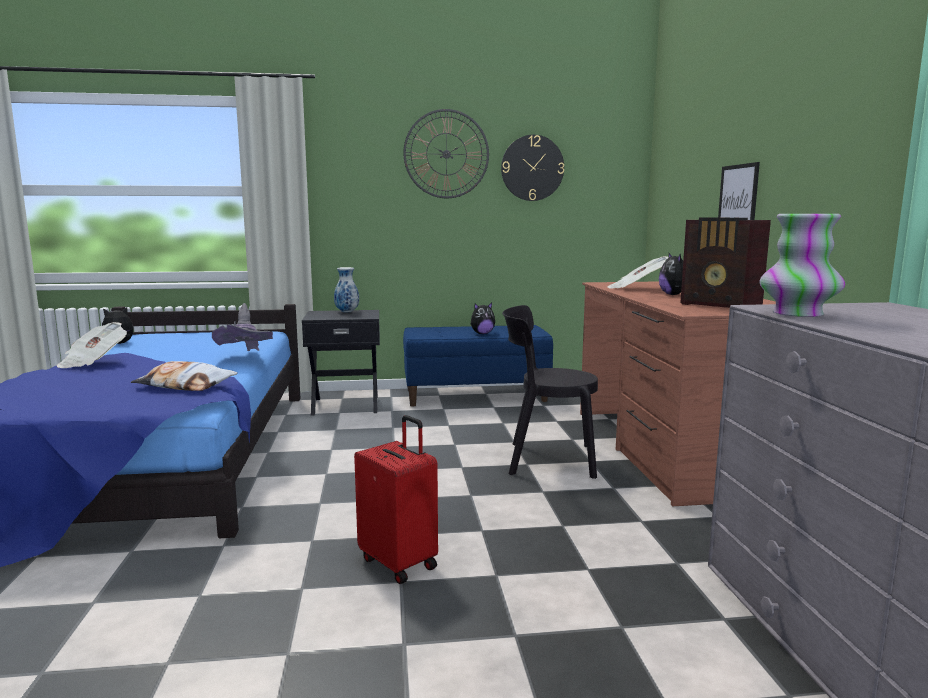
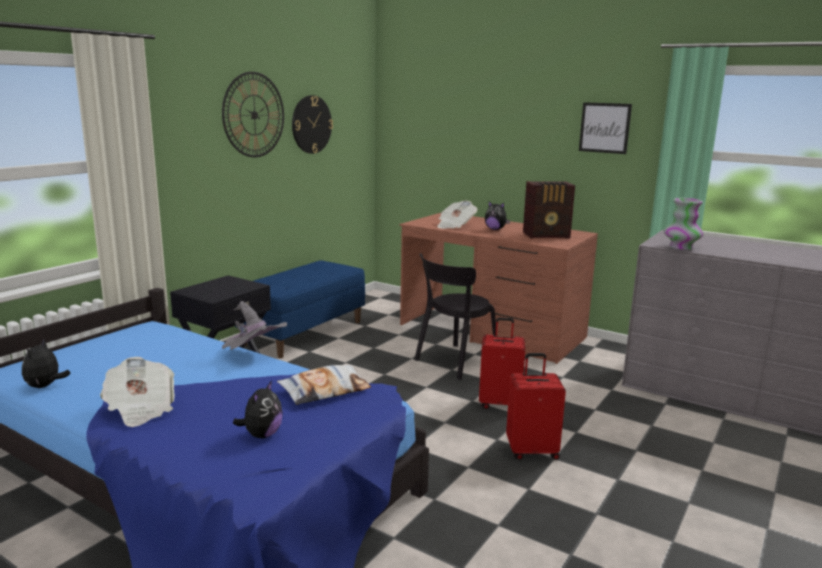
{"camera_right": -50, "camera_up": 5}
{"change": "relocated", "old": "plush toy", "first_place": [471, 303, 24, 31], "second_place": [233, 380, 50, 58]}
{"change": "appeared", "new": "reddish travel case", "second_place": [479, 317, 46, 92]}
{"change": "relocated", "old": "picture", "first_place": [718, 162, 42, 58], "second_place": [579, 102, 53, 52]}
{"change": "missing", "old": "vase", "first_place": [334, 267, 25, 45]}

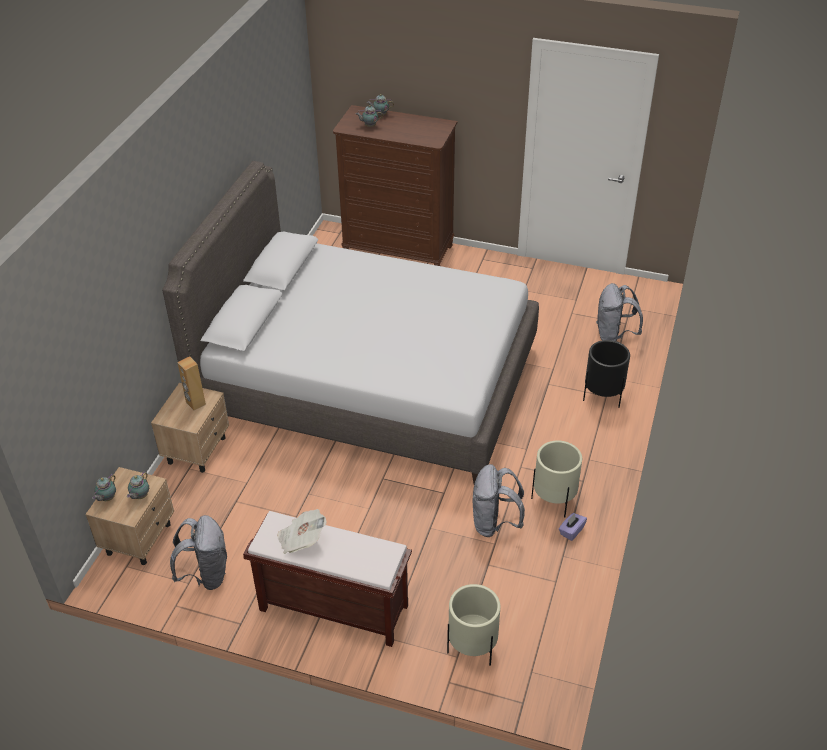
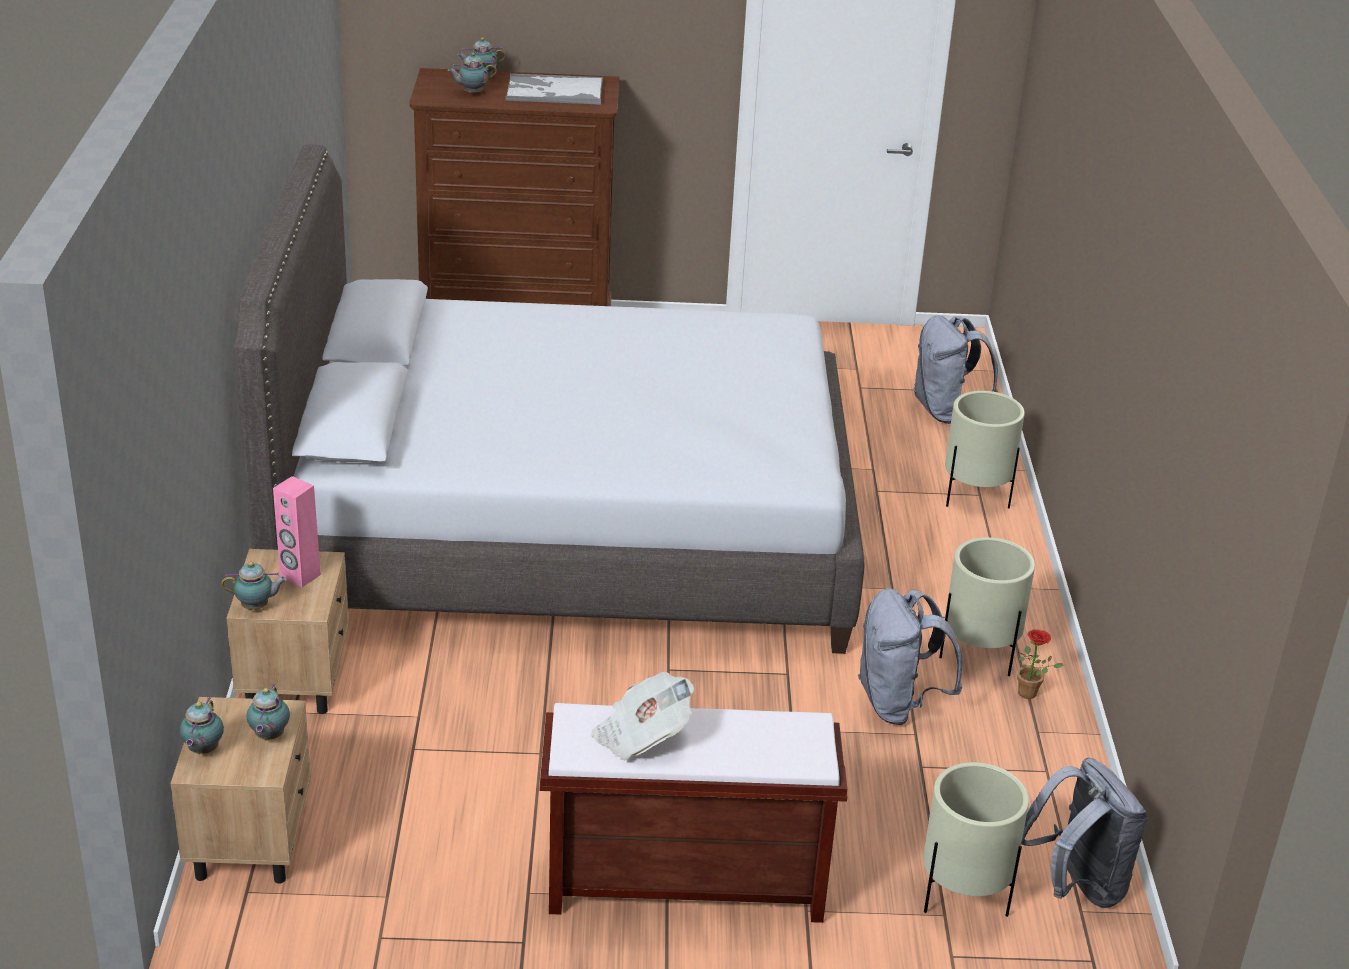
{"camera_right": -20, "camera_up": -10}
{"change": "appeared", "new": "tea pot", "second_place": [221, 562, 66, 48]}
{"change": "colour", "old": "brown-coloured loudspeaker", "new": "pinkish loudspeaker", "first_place": [177, 356, 29, 54], "second_place": [273, 476, 48, 111]}
{"change": "appeared", "new": "tray", "second_place": [505, 74, 98, 31]}
{"change": "colour", "old": "blackish flower pot", "new": "sand-coloured flower pot", "first_place": [583, 340, 47, 68], "second_place": [945, 391, 80, 117]}
{"change": "exchanged", "old": "purple tissue holder", "new": "potted plant", "first_place": [559, 513, 28, 28], "second_place": [1017, 629, 47, 70]}
{"change": "relocated", "old": "greyish rucksack", "first_place": [170, 515, 57, 75], "second_place": [1021, 757, 127, 151]}

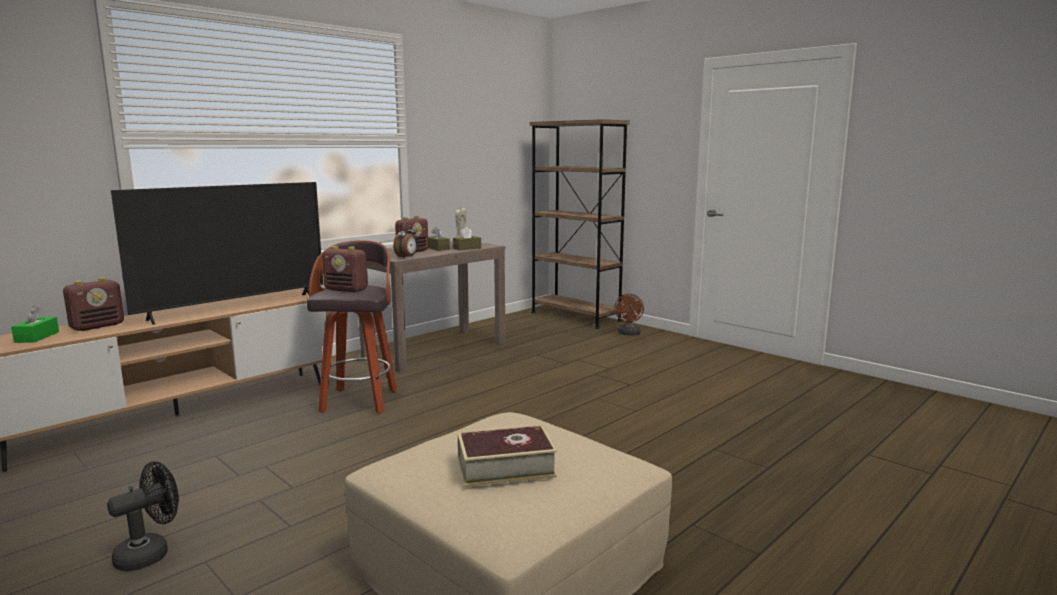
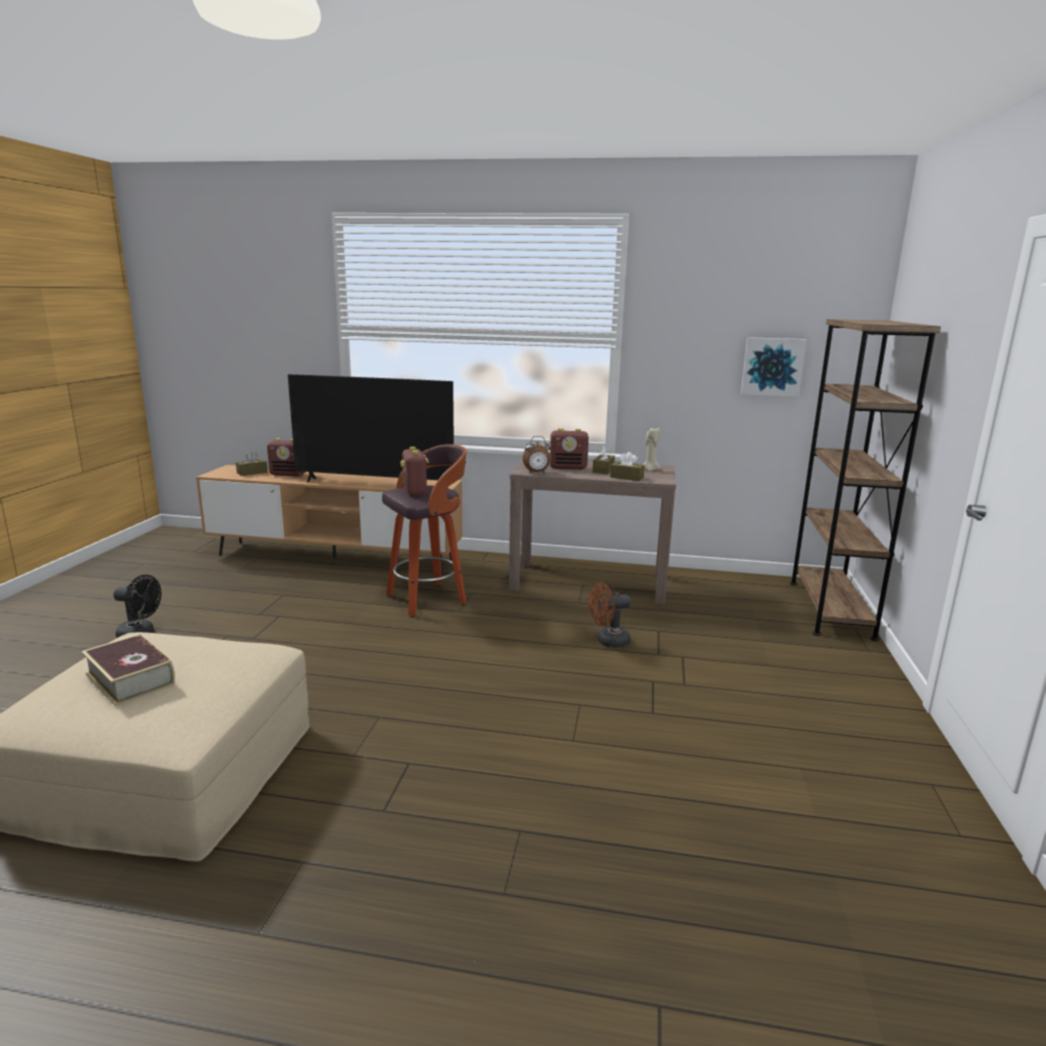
{"camera_right": 55, "camera_up": 5}
{"change": "colour", "old": "green tissue holder", "new": "brown-coloured tissue holder", "first_place": [11, 306, 48, 37], "second_place": [236, 451, 32, 25]}
{"change": "relocated", "old": "brown-coloured electric fan", "first_place": [614, 294, 30, 42], "second_place": [588, 582, 43, 66]}
{"change": "appeared", "new": "picture", "second_place": [741, 337, 66, 60]}

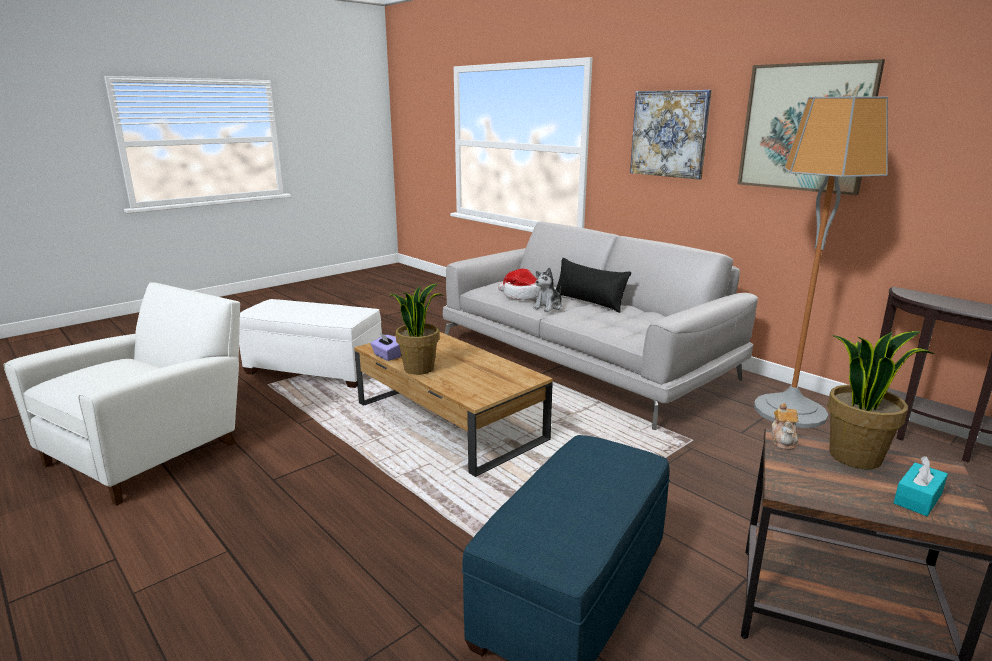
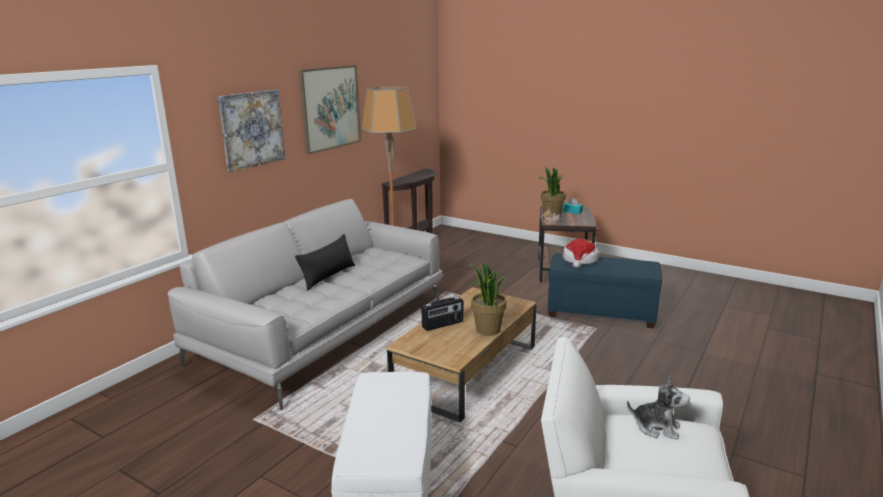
{"camera_right": -105, "camera_up": 0}
{"change": "appeared", "new": "radio", "second_place": [421, 296, 43, 35]}
{"change": "relocated", "old": "wearable hat", "first_place": [498, 269, 43, 31], "second_place": [563, 238, 36, 30]}
{"change": "relocated", "old": "plush toy", "first_place": [533, 268, 29, 44], "second_place": [627, 376, 63, 64]}
{"change": "missing", "old": "purple tissue holder", "first_place": [370, 333, 31, 28]}

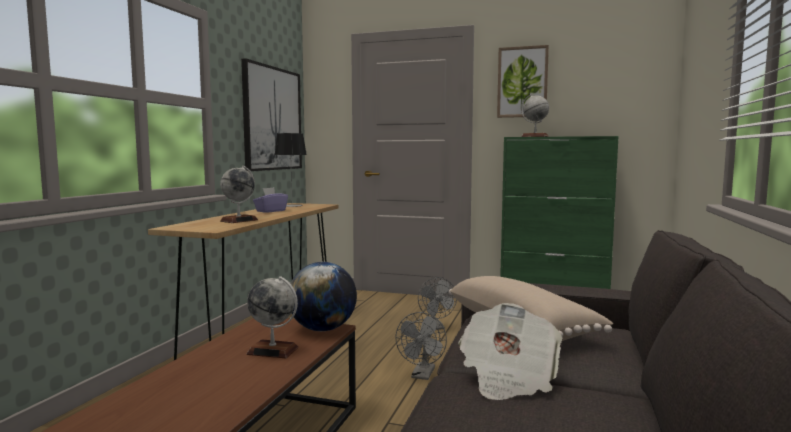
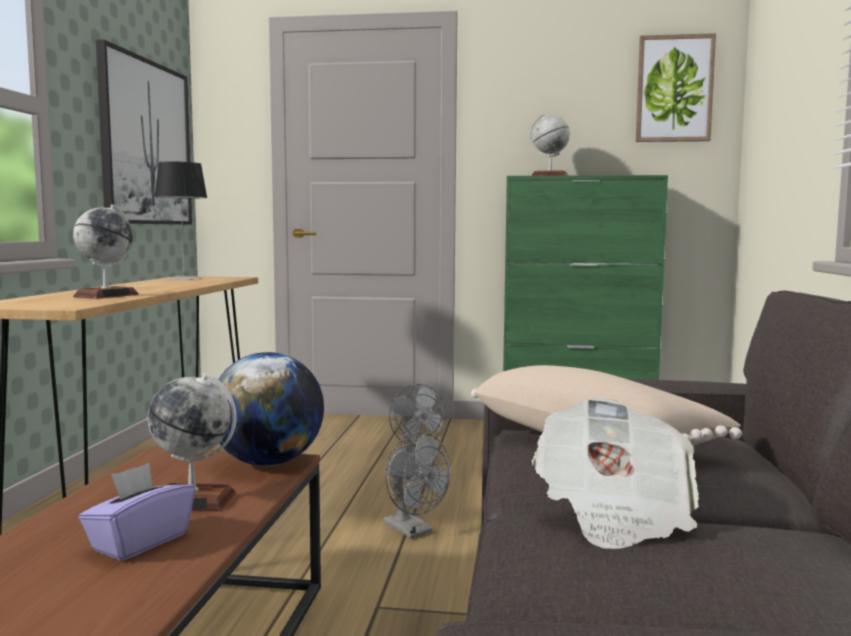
{"camera_right": -10, "camera_up": 0}
{"change": "relocated", "old": "purple tissue holder", "first_place": [253, 187, 35, 26], "second_place": [78, 463, 117, 98]}
{"change": "spun", "old": "greyish electric fan", "first_place": [395, 312, 52, 68], "second_place": [384, 432, 66, 107], "degrees": -45}
{"change": "relocated", "old": "picture", "first_place": [497, 45, 52, 73], "second_place": [636, 33, 80, 109]}

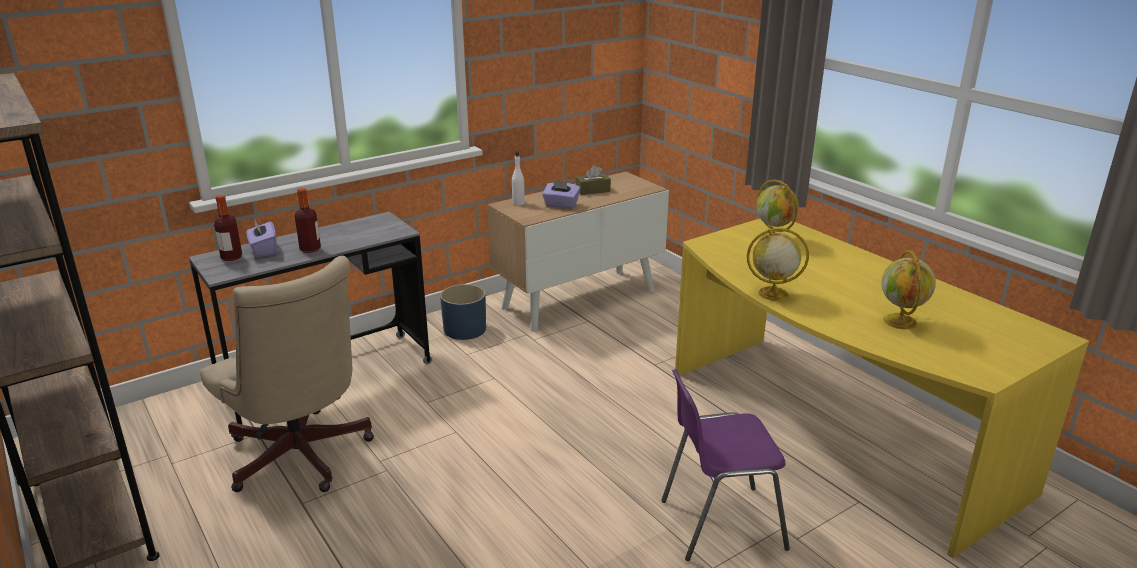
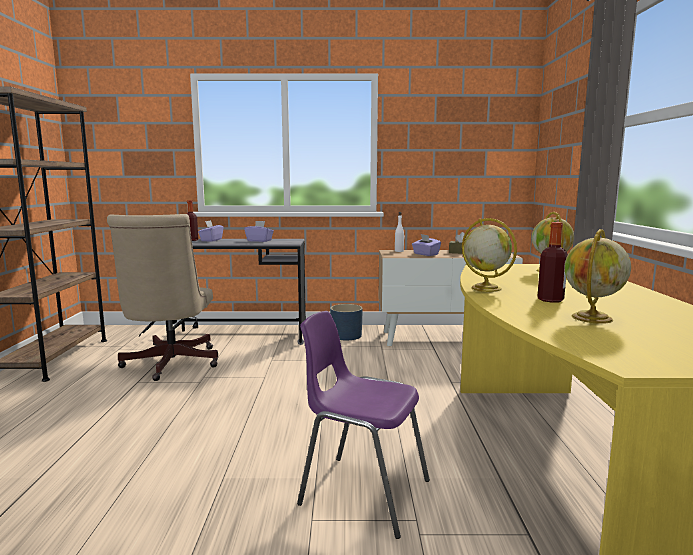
{"camera_right": 35, "camera_up": -15}
{"change": "appeared", "new": "purple tissue holder", "second_place": [244, 221, 30, 21]}
{"change": "relocated", "old": "drink bottle", "first_place": [295, 188, 26, 65], "second_place": [537, 222, 31, 81]}

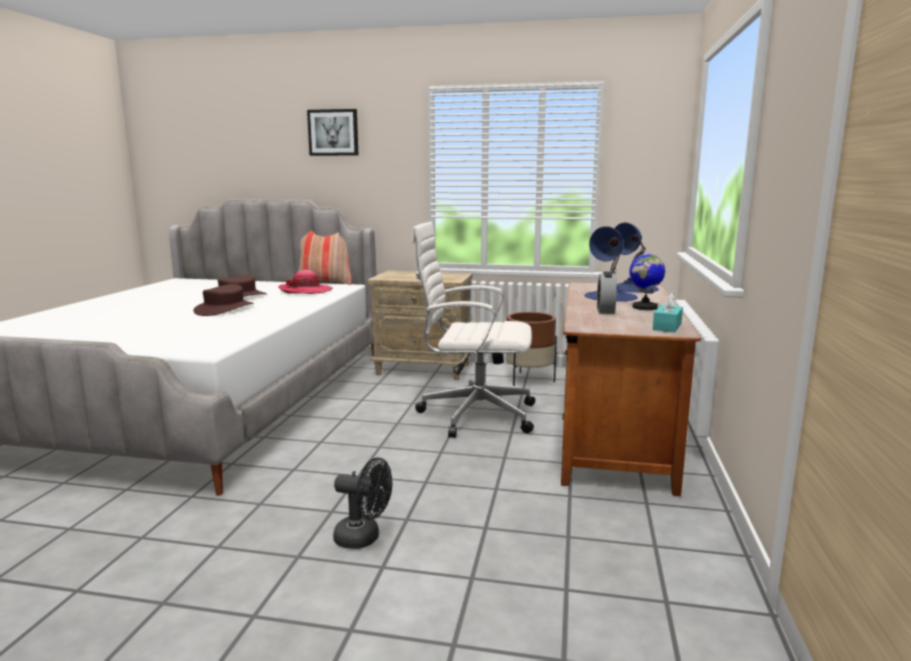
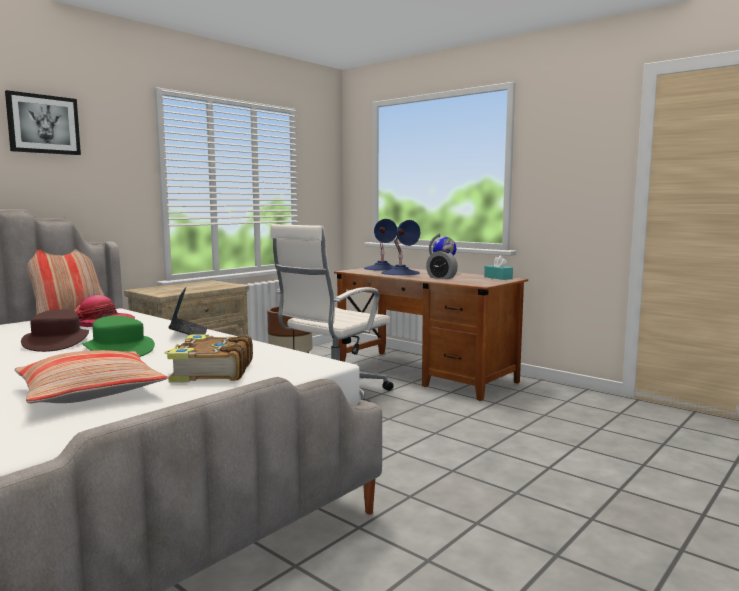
{"camera_right": -60, "camera_up": -5}
{"change": "appeared", "new": "pillow", "second_place": [15, 350, 153, 53]}
{"change": "colour", "old": "brown-coloured wearable hat", "new": "green wearable hat", "first_place": [193, 284, 61, 32], "second_place": [82, 316, 73, 41]}
{"change": "appeared", "new": "book", "second_place": [165, 334, 88, 49]}
{"change": "appeared", "new": "notebook computer", "second_place": [169, 287, 39, 48]}
{"change": "missing", "old": "blackish electric fan", "first_place": [333, 458, 59, 91]}

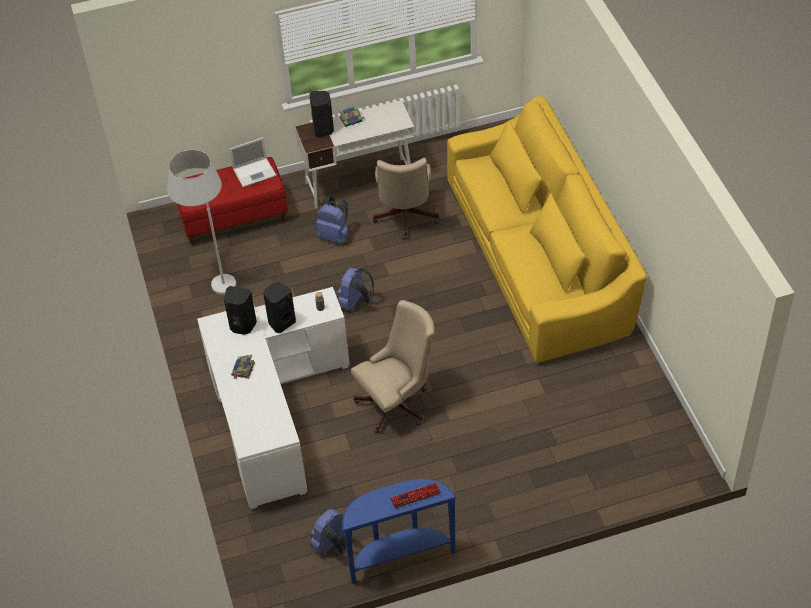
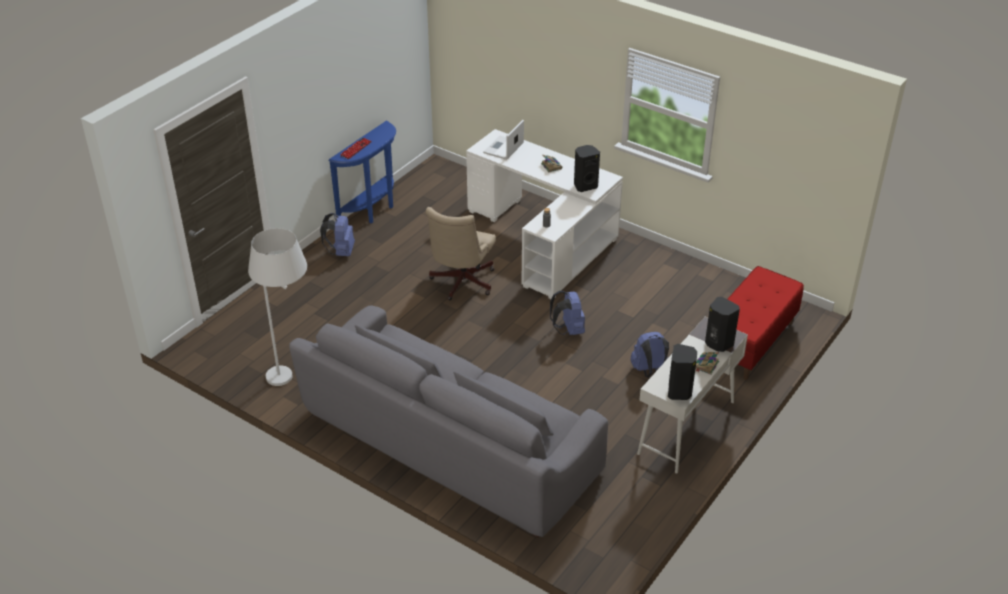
{"camera_right": 140, "camera_up": -10}
{"change": "relocated", "old": "whitish standard lamp", "first_place": [167, 150, 69, 145], "second_place": [248, 228, 59, 158]}
{"change": "colour", "old": "yellowish sofa", "new": "greyish sofa", "first_place": [447, 96, 200, 267], "second_place": [289, 305, 319, 233]}
{"change": "relocated", "old": "blue rucksack", "first_place": [310, 509, 42, 47], "second_place": [320, 213, 35, 43]}
{"change": "relocated", "old": "notebook computer", "first_place": [229, 137, 47, 50], "second_place": [483, 120, 41, 40]}
{"change": "relocated", "old": "blackish loudspeaker", "first_place": [263, 282, 33, 51], "second_place": [668, 344, 29, 56]}
{"change": "missing", "old": "sand-coloured office chair", "first_place": [373, 158, 66, 82]}

